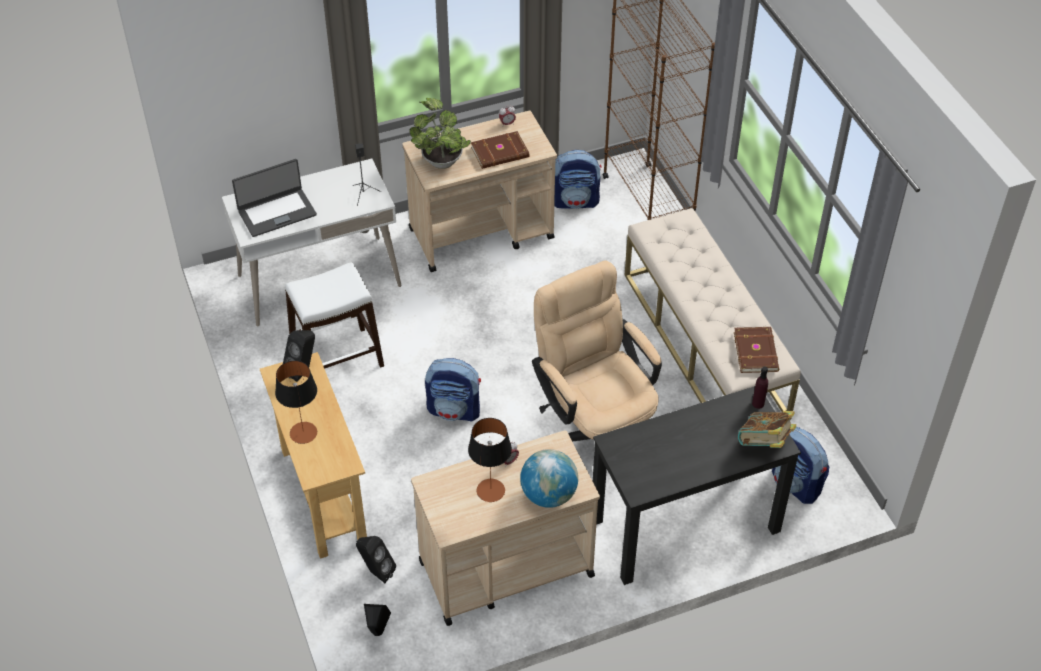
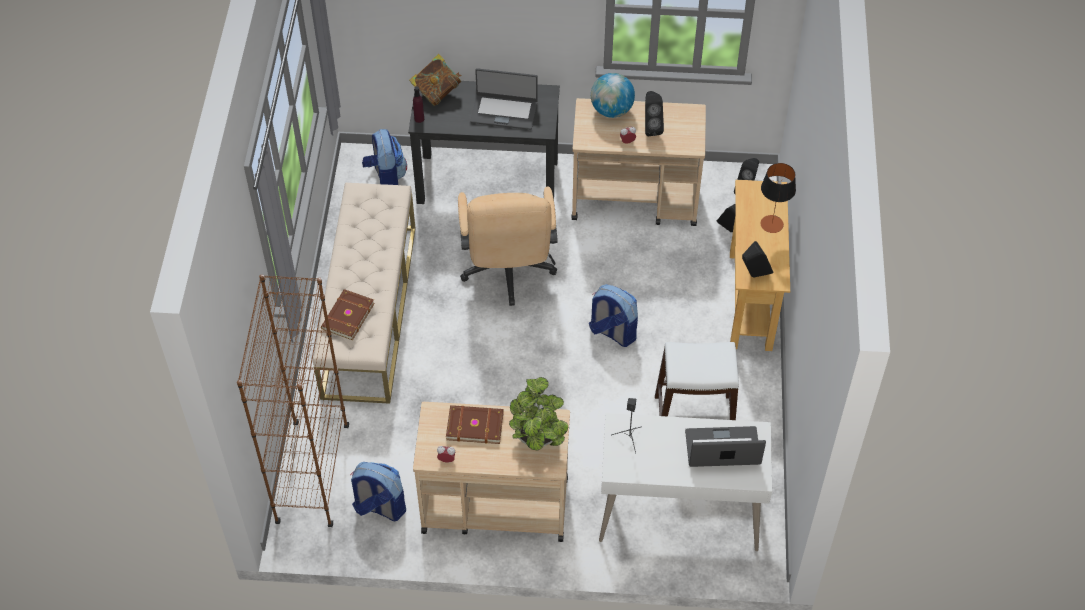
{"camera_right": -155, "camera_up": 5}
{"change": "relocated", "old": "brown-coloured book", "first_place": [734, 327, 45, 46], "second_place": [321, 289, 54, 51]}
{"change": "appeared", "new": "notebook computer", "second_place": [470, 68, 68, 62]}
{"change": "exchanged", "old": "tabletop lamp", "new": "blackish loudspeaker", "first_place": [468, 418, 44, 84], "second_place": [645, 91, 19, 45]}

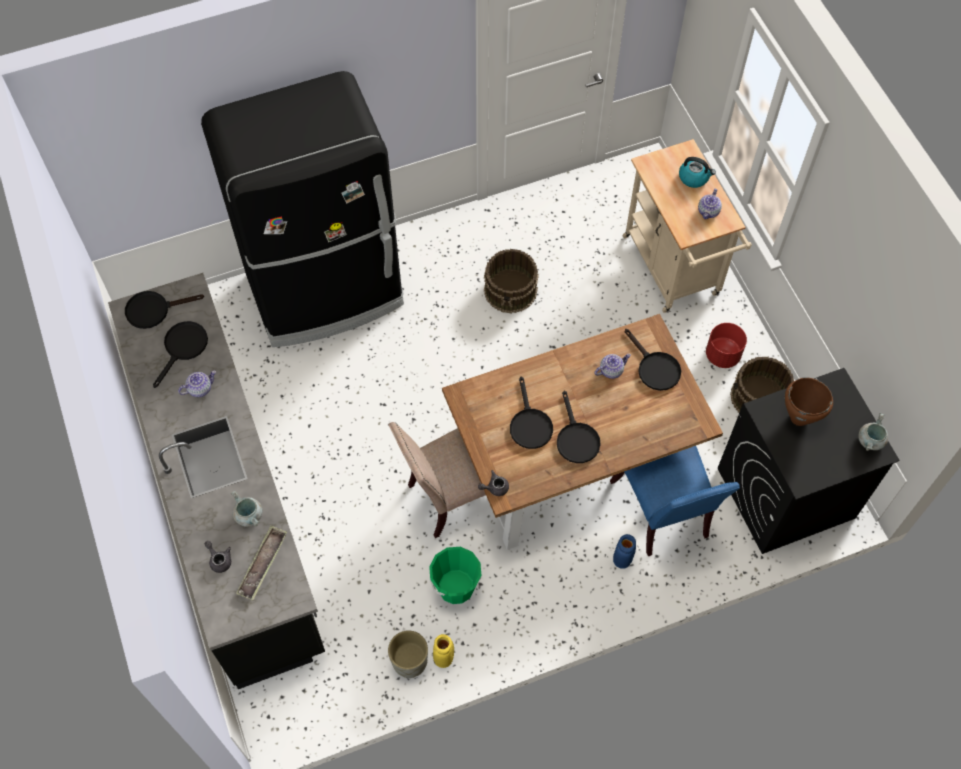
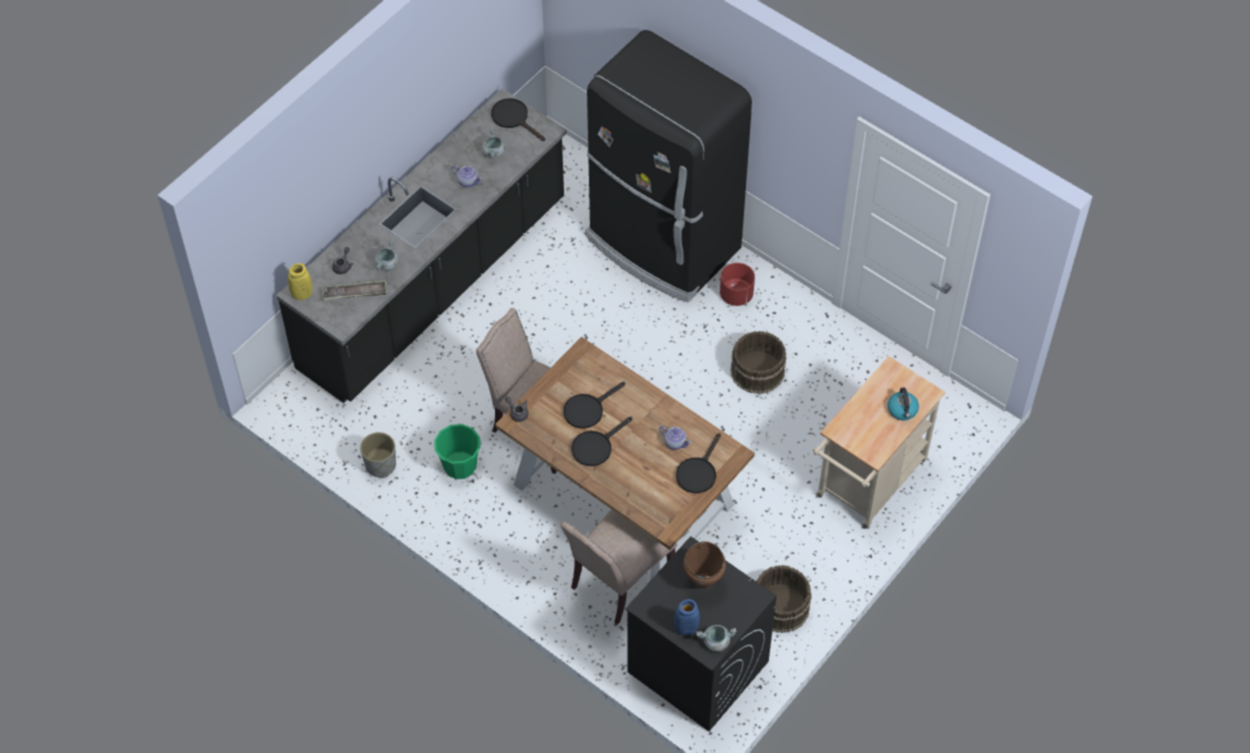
{"camera_right": 60, "camera_up": -5}
{"change": "relocated", "old": "yellowish vase", "first_place": [433, 634, 21, 34], "second_place": [288, 263, 24, 37]}
{"change": "exchanged", "old": "blackish skillet", "new": "greyish saucepot", "first_place": [153, 321, 55, 67], "second_place": [482, 128, 24, 31]}
{"change": "colour", "old": "blue chair", "new": "sand-coloured chair", "first_place": [610, 446, 130, 110], "second_place": [560, 509, 117, 116]}
{"change": "relocated", "old": "blue vase", "first_place": [613, 534, 23, 35], "second_place": [674, 599, 26, 36]}
{"change": "relocated", "old": "reddish flower pot", "first_place": [706, 323, 41, 45], "second_place": [720, 263, 35, 43]}
{"change": "missing", "old": "tea pot", "first_place": [698, 189, 24, 30]}

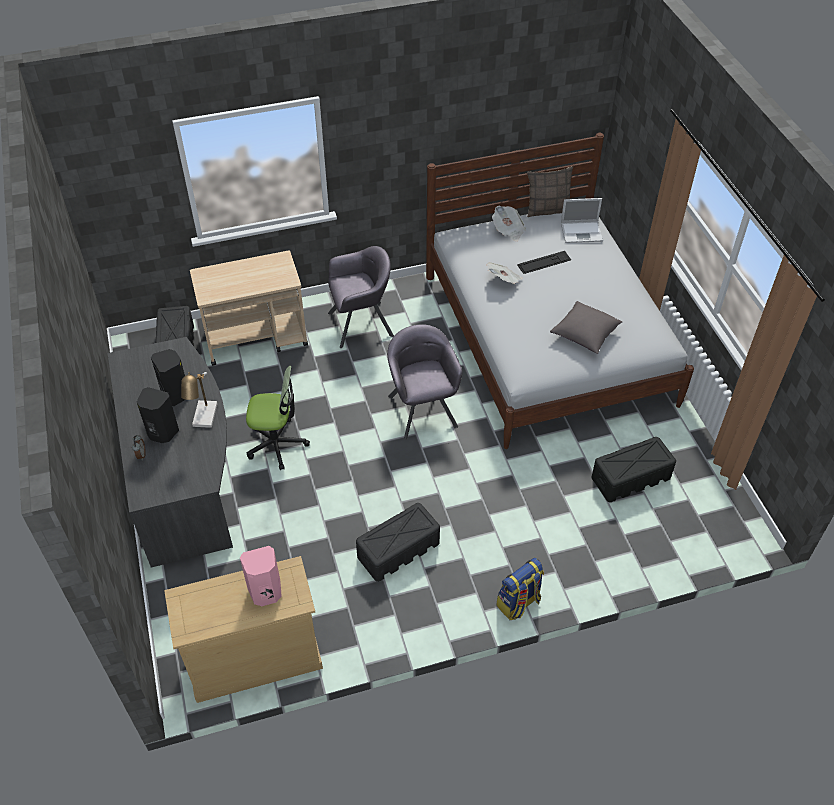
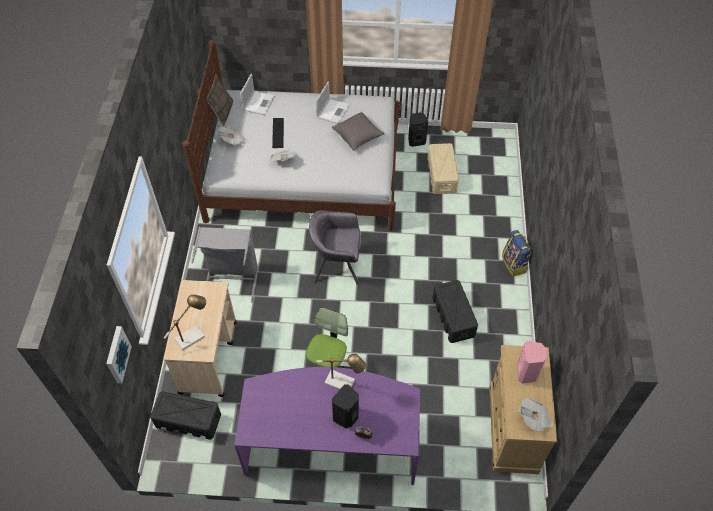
{"camera_right": -70, "camera_up": 5}
{"change": "appeared", "new": "picture", "second_place": [106, 326, 26, 57]}
{"change": "appeared", "new": "tabletop lamp", "second_place": [164, 295, 42, 55]}
{"change": "exchanged", "old": "greyish armchair", "new": "greyish laundry basket", "first_place": [328, 246, 66, 102], "second_place": [191, 227, 67, 76]}
{"change": "colour", "old": "greyish desk table", "new": "purple desk table", "first_place": [108, 337, 125, 231], "second_place": [234, 367, 186, 118]}
{"change": "appeared", "new": "notebook computer", "second_place": [316, 81, 34, 43]}
{"change": "relocated", "old": "blackish loudspeaker", "first_place": [151, 349, 34, 57], "second_place": [408, 113, 20, 34]}
{"change": "colour", "old": "blackish storage container", "new": "sand-coloured storage container", "first_place": [592, 437, 84, 65], "second_place": [427, 143, 32, 51]}
{"change": "appeared", "new": "daily paper", "second_place": [519, 397, 34, 35]}

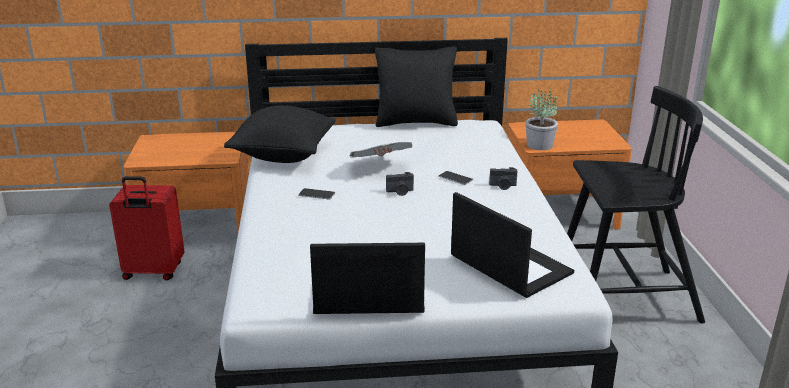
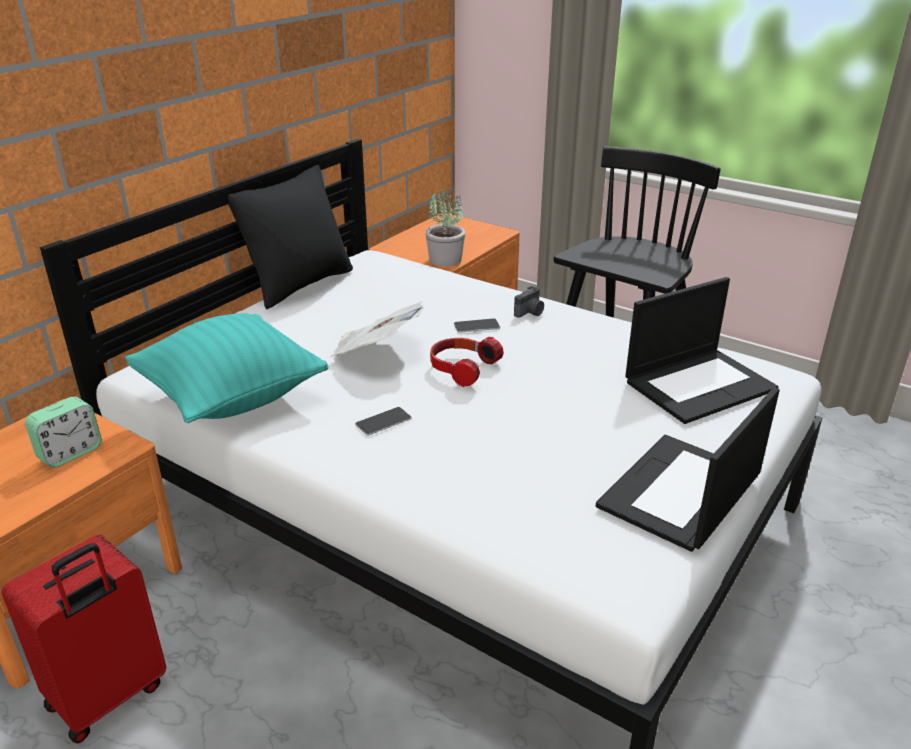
{"camera_right": -50, "camera_up": 5}
{"change": "appeared", "new": "table clock", "second_place": [25, 396, 77, 72]}
{"change": "colour", "old": "blackish pillow", "new": "blue-green pillow", "first_place": [224, 105, 112, 58], "second_place": [125, 313, 203, 110]}
{"change": "exchanged", "old": "photo camera", "new": "headset", "first_place": [386, 172, 28, 24], "second_place": [430, 337, 74, 50]}
{"change": "spun", "old": "notebook computer", "first_place": [451, 192, 123, 106], "second_place": [625, 277, 154, 147], "degrees": 150}

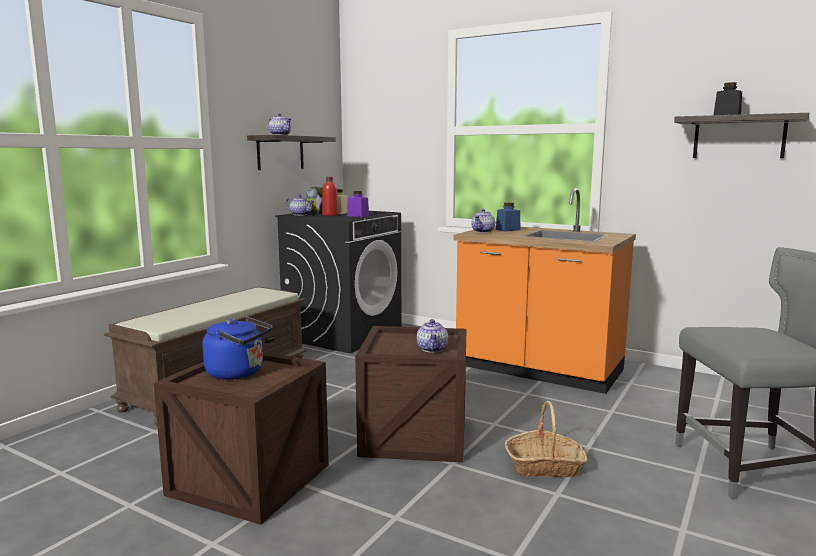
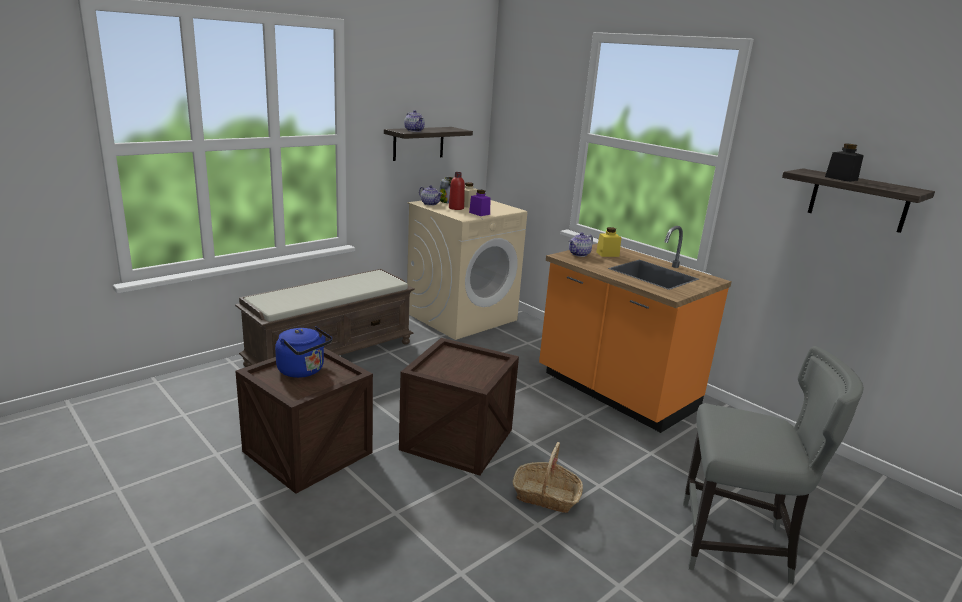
{"camera_right": 15, "camera_up": 10}
{"change": "colour", "old": "blackish washing machine", "new": "sand-coloured washing machine", "first_place": [275, 211, 126, 142], "second_place": [407, 200, 120, 140]}
{"change": "colour", "old": "blue preserve jar", "new": "yellowish preserve jar", "first_place": [496, 202, 24, 29], "second_place": [596, 227, 25, 30]}
{"change": "missing", "old": "tea pot", "first_place": [417, 319, 31, 34]}

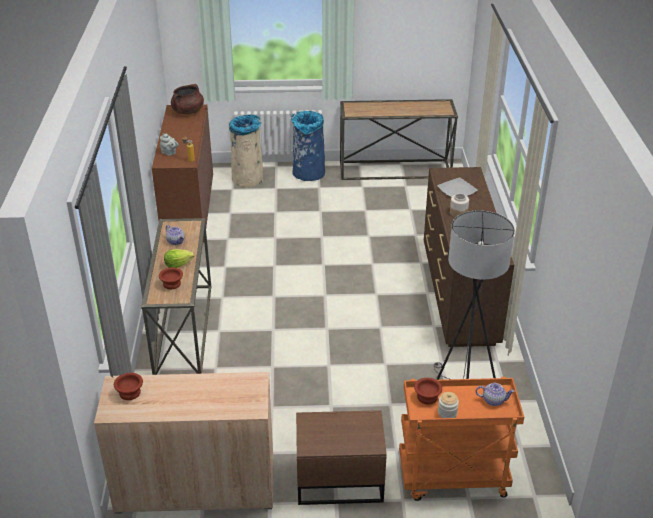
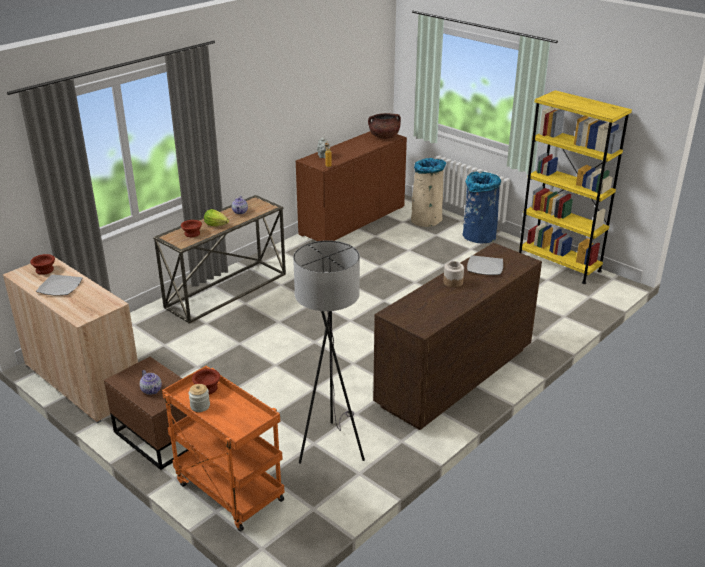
{"camera_right": 45, "camera_up": -5}
{"change": "appeared", "new": "plate", "second_place": [36, 274, 46, 22]}
{"change": "relocated", "old": "tea pot", "first_place": [476, 383, 39, 23], "second_place": [140, 370, 22, 25]}
{"change": "exchanged", "old": "console table", "new": "yellowish bookcase", "first_place": [340, 99, 118, 81], "second_place": [519, 90, 113, 194]}

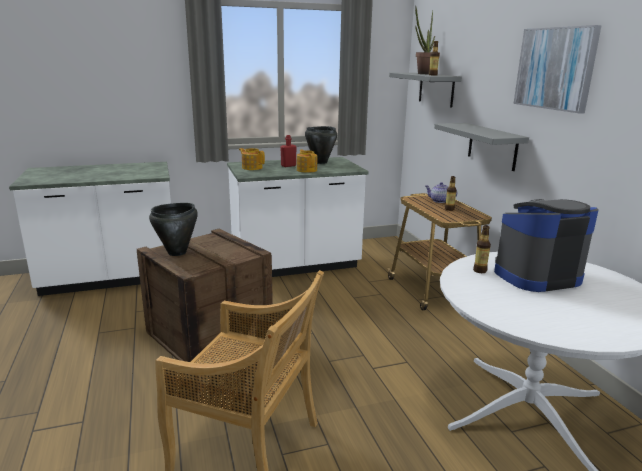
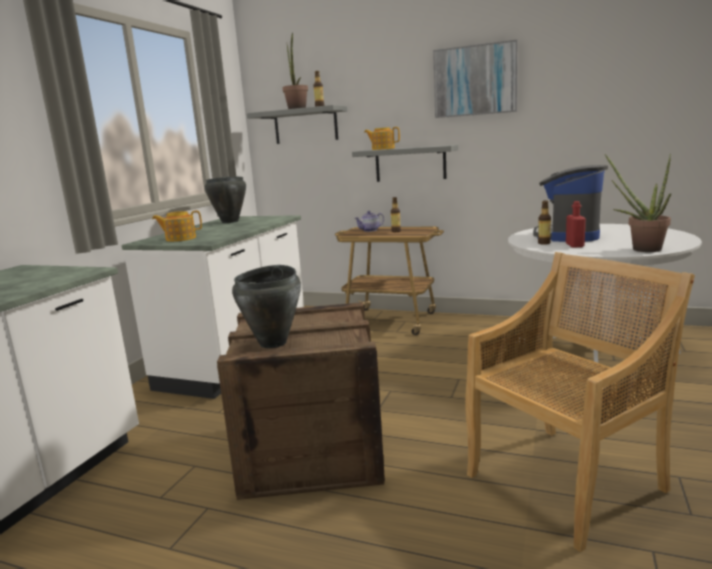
{"camera_right": -50, "camera_up": -5}
{"change": "relocated", "old": "tea pot", "first_place": [297, 149, 20, 24], "second_place": [364, 127, 36, 23]}
{"change": "relocated", "old": "reddish drink bottle", "first_place": [280, 135, 17, 32], "second_place": [566, 201, 20, 47]}
{"change": "appeared", "new": "potted plant", "second_place": [605, 154, 66, 98]}

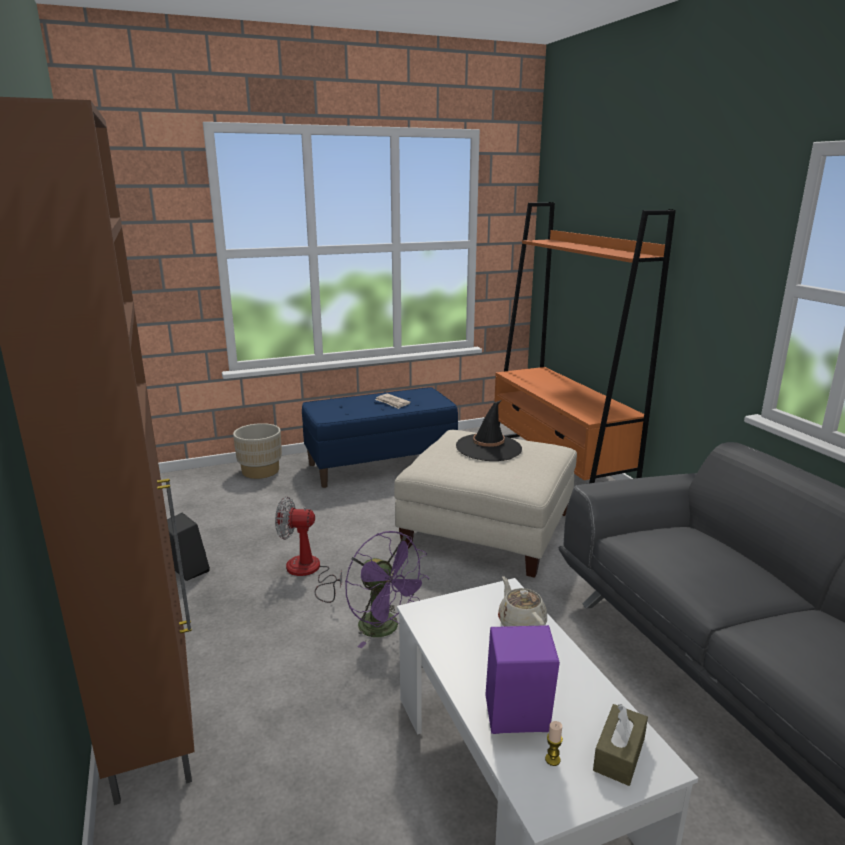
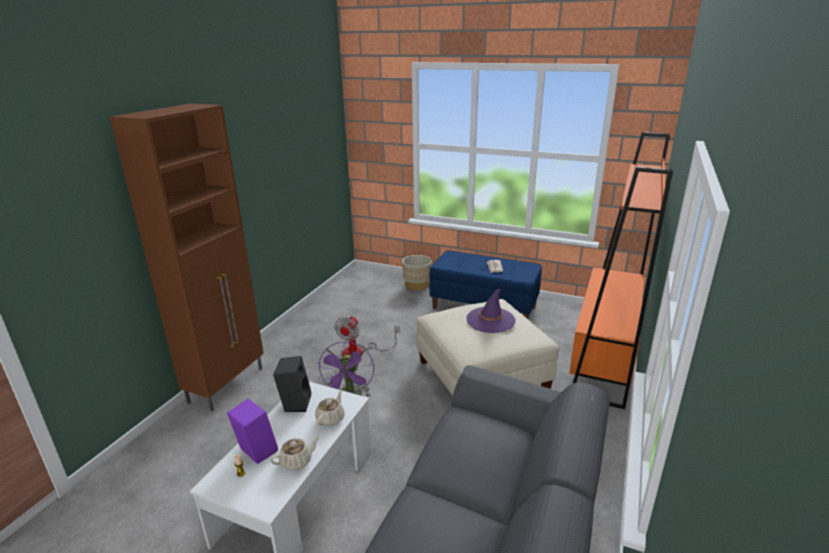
{"camera_right": 45, "camera_up": 5}
{"change": "appeared", "new": "sand-coloured tea pot", "second_place": [270, 436, 50, 34]}
{"change": "relocated", "old": "blackish loudspeaker", "first_place": [167, 512, 43, 69], "second_place": [273, 356, 39, 56]}
{"change": "spun", "old": "electric fan", "first_place": [275, 497, 67, 106], "second_place": [334, 316, 66, 40], "degrees": -120}
{"change": "colour", "old": "blackish wearable hat", "new": "purple wearable hat", "first_place": [456, 400, 66, 61], "second_place": [467, 289, 49, 44]}
{"change": "missing", "old": "brown-coloured tissue holder", "first_place": [593, 704, 55, 82]}

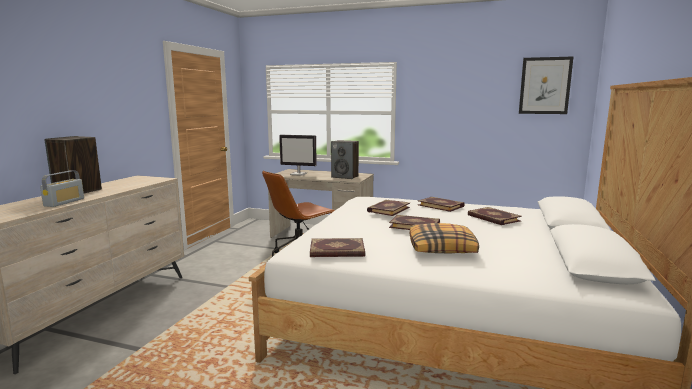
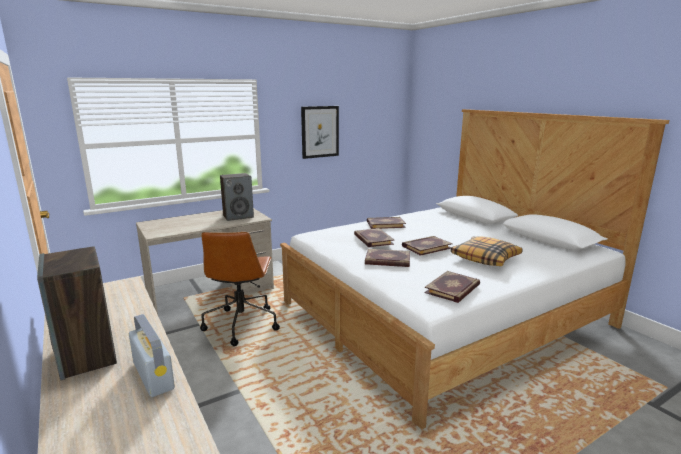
{"camera_right": -50, "camera_up": 5}
{"change": "relocated", "old": "picture", "first_place": [519, 56, 55, 58], "second_place": [301, 106, 38, 53]}
{"change": "relocated", "old": "book", "first_place": [468, 207, 54, 18], "second_place": [365, 249, 45, 18]}
{"change": "missing", "old": "computer display", "first_place": [279, 135, 38, 41]}

